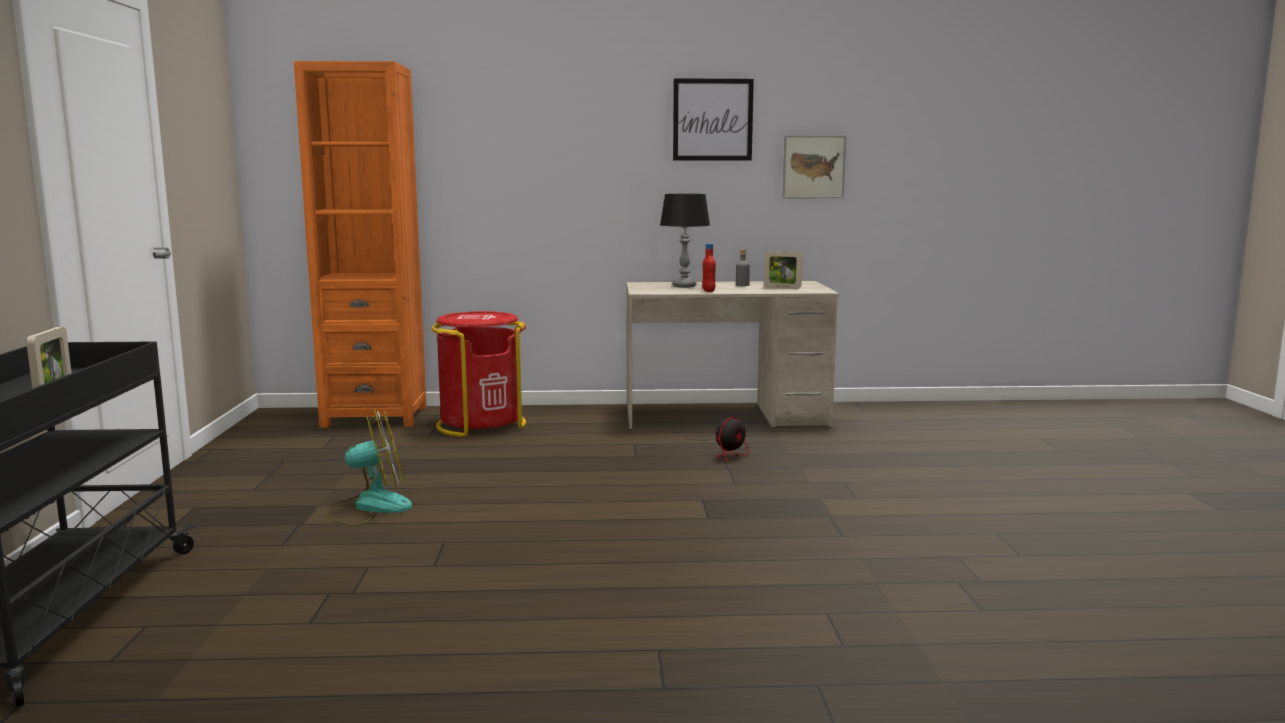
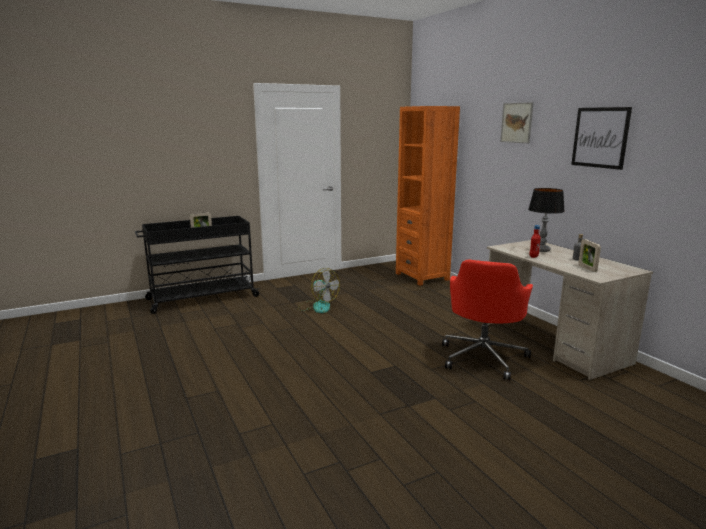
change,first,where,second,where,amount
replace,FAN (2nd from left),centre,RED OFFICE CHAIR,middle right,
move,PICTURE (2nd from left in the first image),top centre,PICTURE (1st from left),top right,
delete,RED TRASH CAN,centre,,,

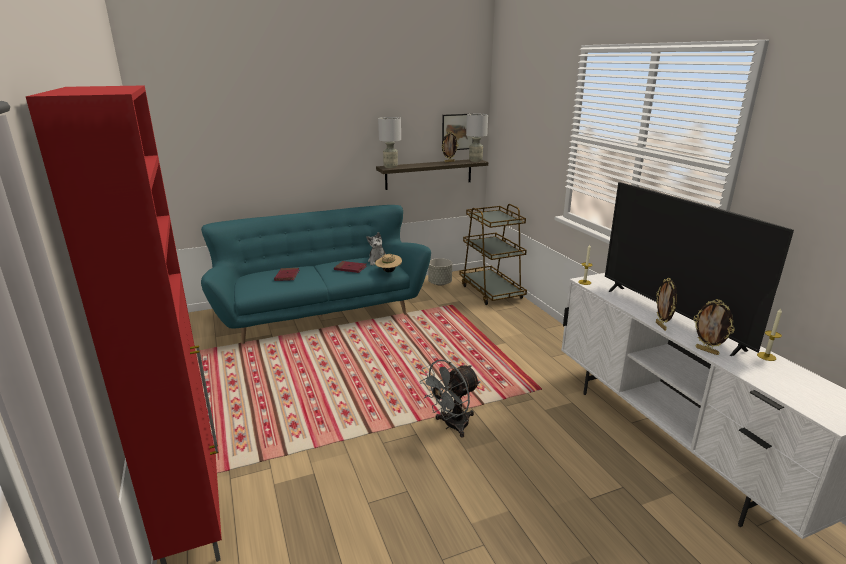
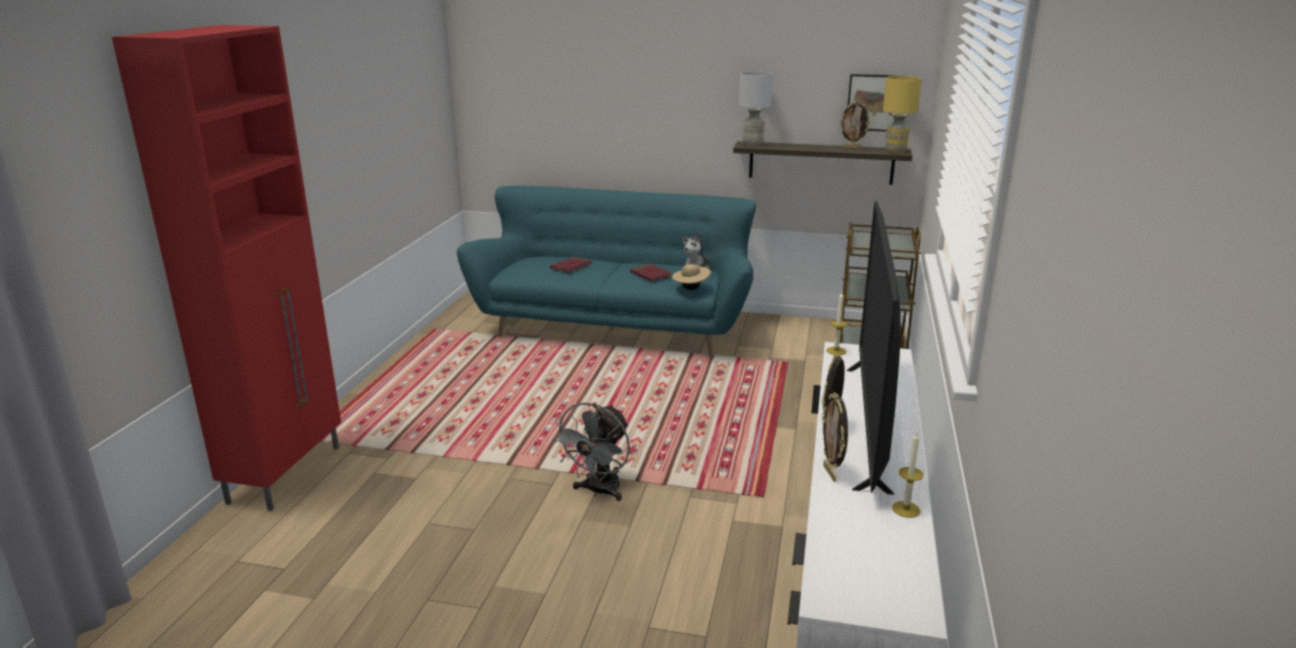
change,first,where,second,where,amount
rotate,GREY FAN,bottom centre,,bottom centre,60 degrees counterclockwise
recolor,GREY TABLE LAMP (2nd from left),top centre,YELLOW TABLE LAMP,top right,
delete,GREY PLANTER,centre,,,

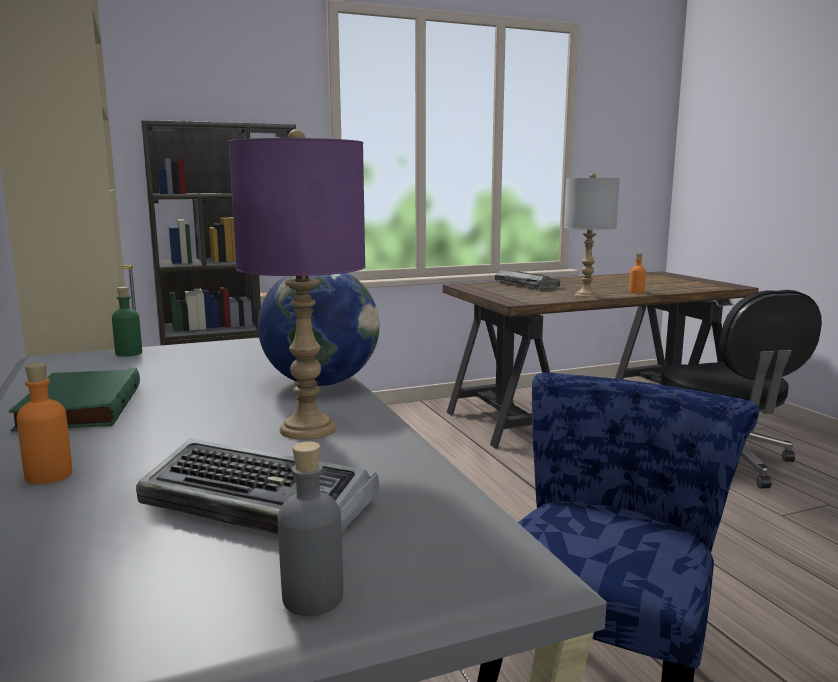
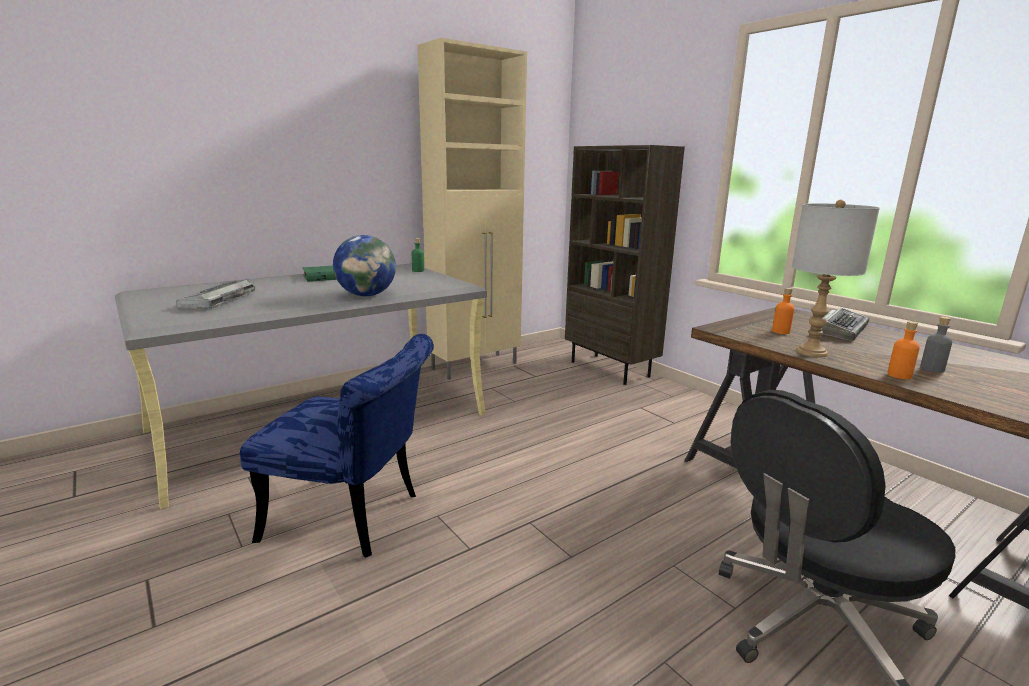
change,first,where,second,where,amount
move,ORANGE BOTTLE (1st from left),middle left,,middle right,
move,GREY BOTTLE,bottom centre,,middle right,
delete,PURPLE TABLE LAMP,centre,,,

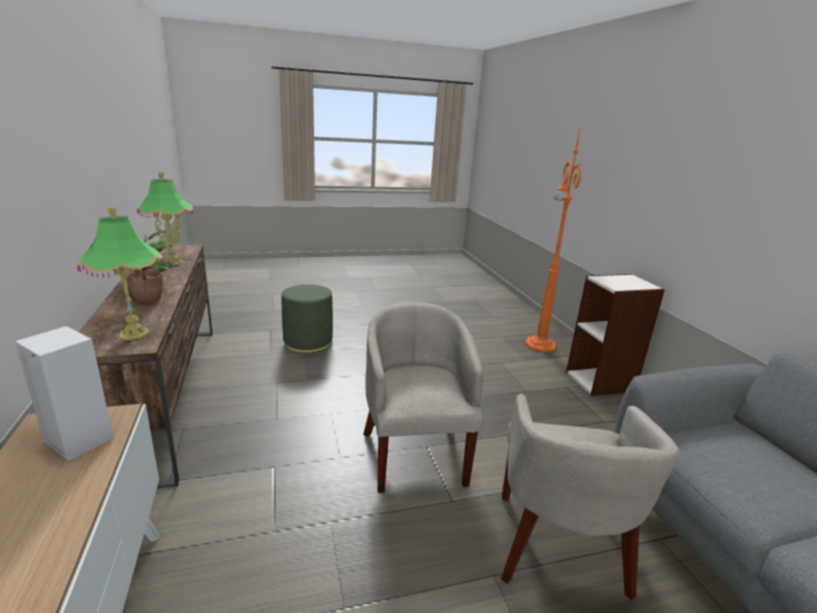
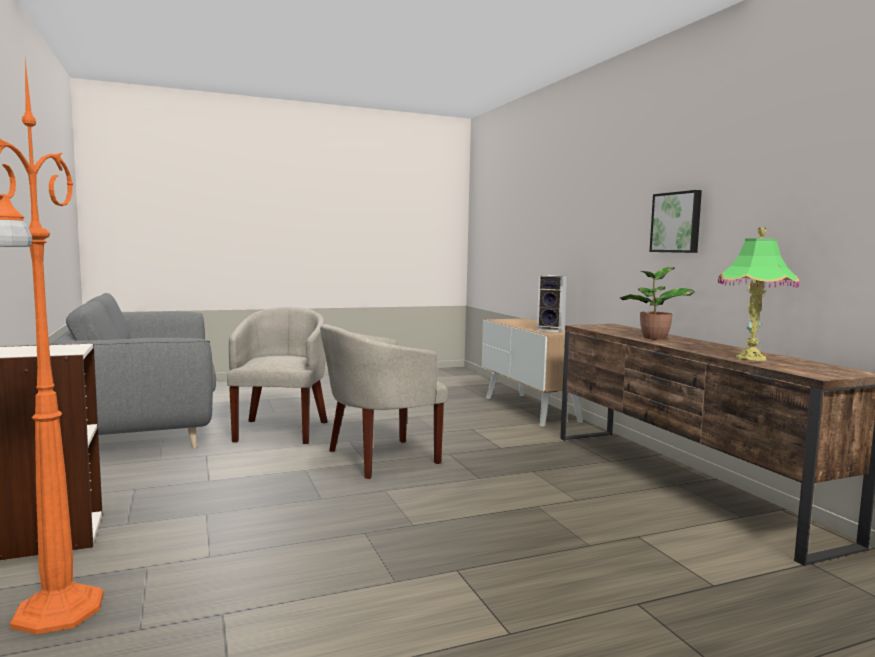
change,first,where,second,where,amount
rotate,BEIGE ARMCHAIR (1st from left in the first image),centre,BEIGE ARMCHAIR (2nd from left),centre,75 degrees clockwise
insert,,,PICTURE,middle right,
delete,TABLE LAMP (1st from left),middle left,,,
delete,GREEN OTTOMAN,centre,,,

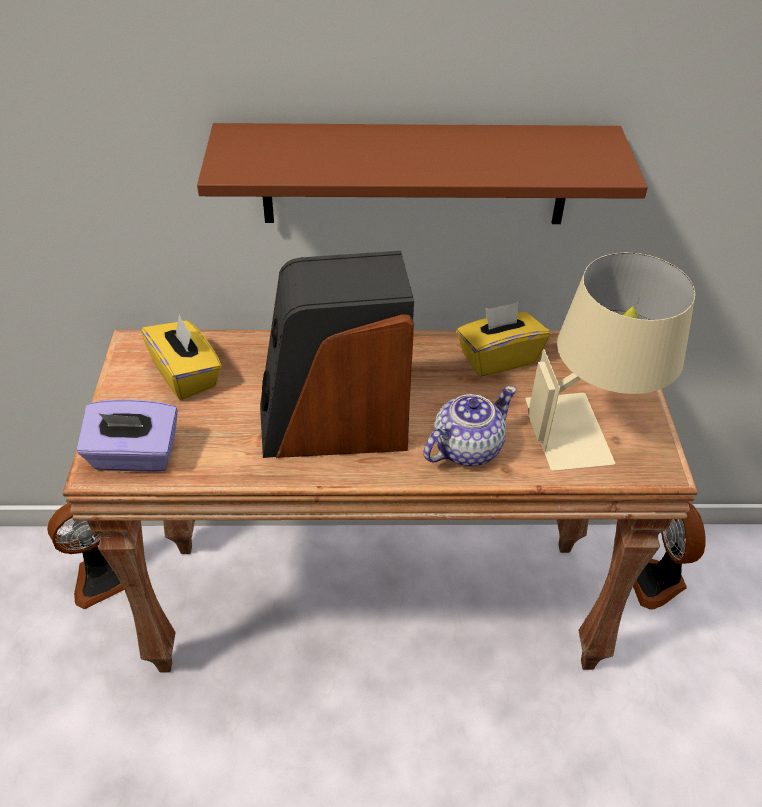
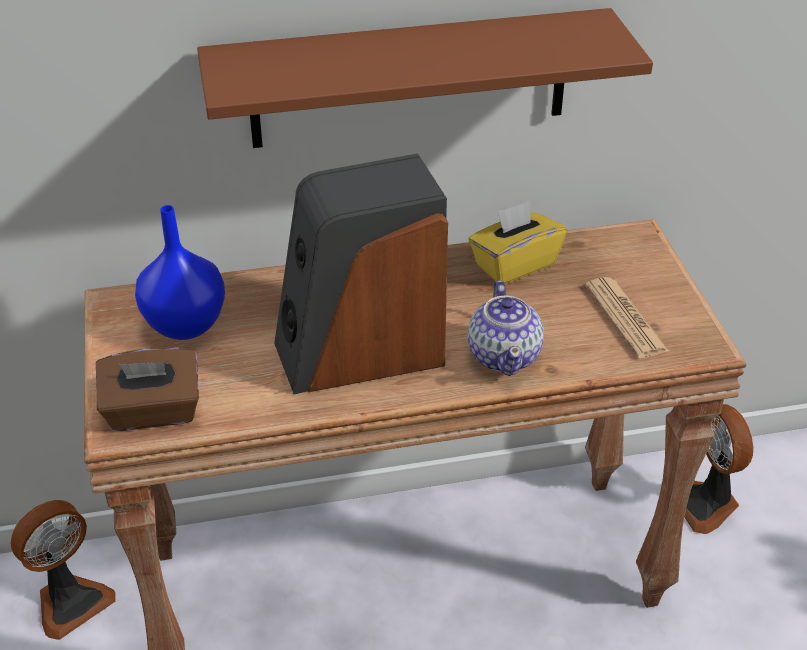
change,first,where,second,where,amount
recolor,PURPLE TISSUE BOX,middle left,BROWN TISSUE BOX,middle left,
replace,YELLOW TISSUE BOX (1st from left),middle left,BLUE VASE,middle left,
rotate,TEAPOT,centre,,centre,135 degrees clockwise
replace,BEIGE TABLE LAMP,middle right,NEWSPAPER,middle right,

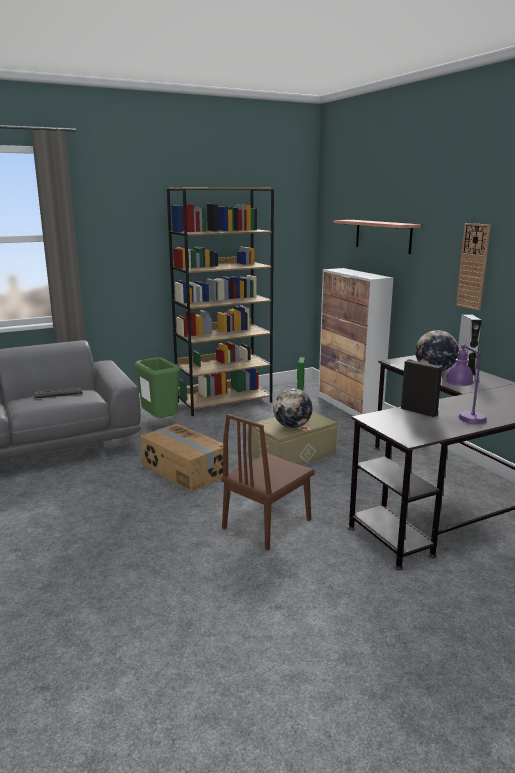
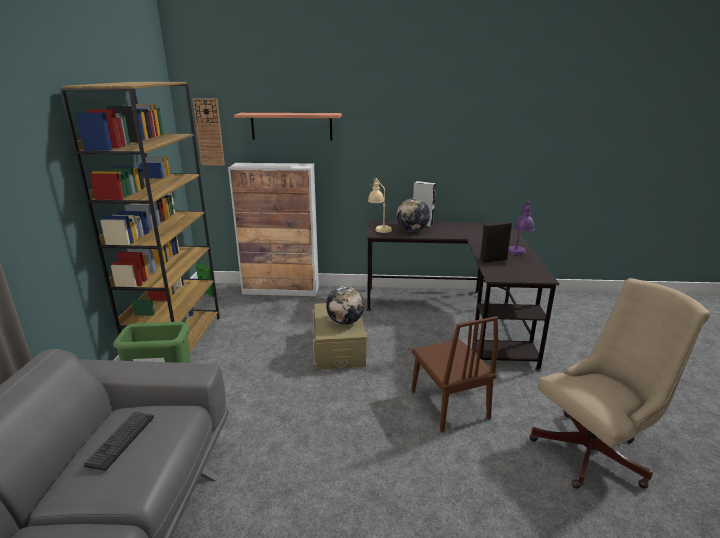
change,first,where,second,where,amount
move,WALL CLOCK,middle right,,top left,
insert,,,BEIGE TABLE LAMP,centre,
insert,,,BEIGE OFFICE CHAIR,bottom right,
delete,CARDBOARD BOX,centre,,,

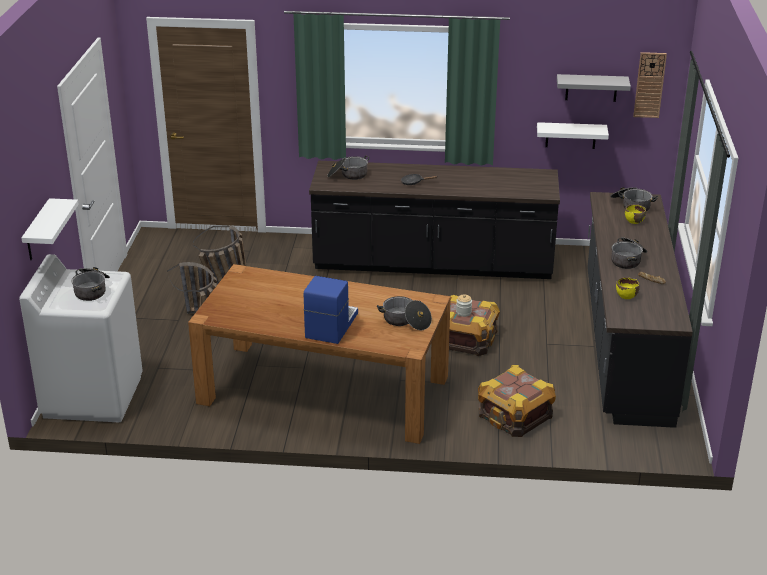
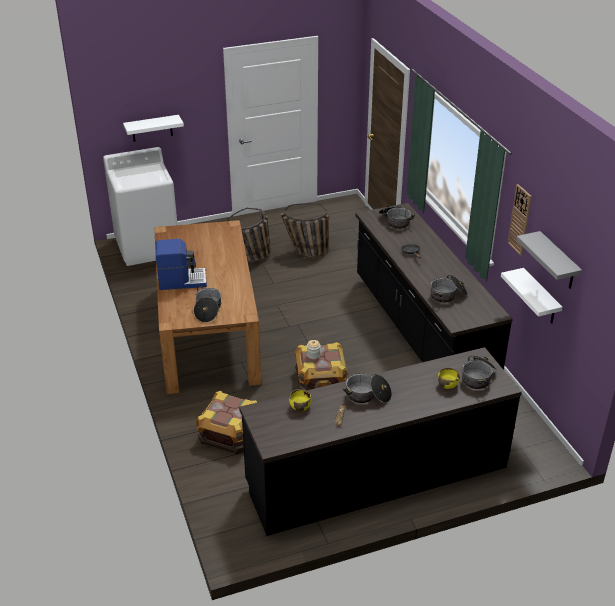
change,first,where,second,where,amount
move,COOKING POT (1st from left in the first image),middle left,COOKING POT (4th from left),middle right,
move,WALL CLOCK,top right,,middle right,

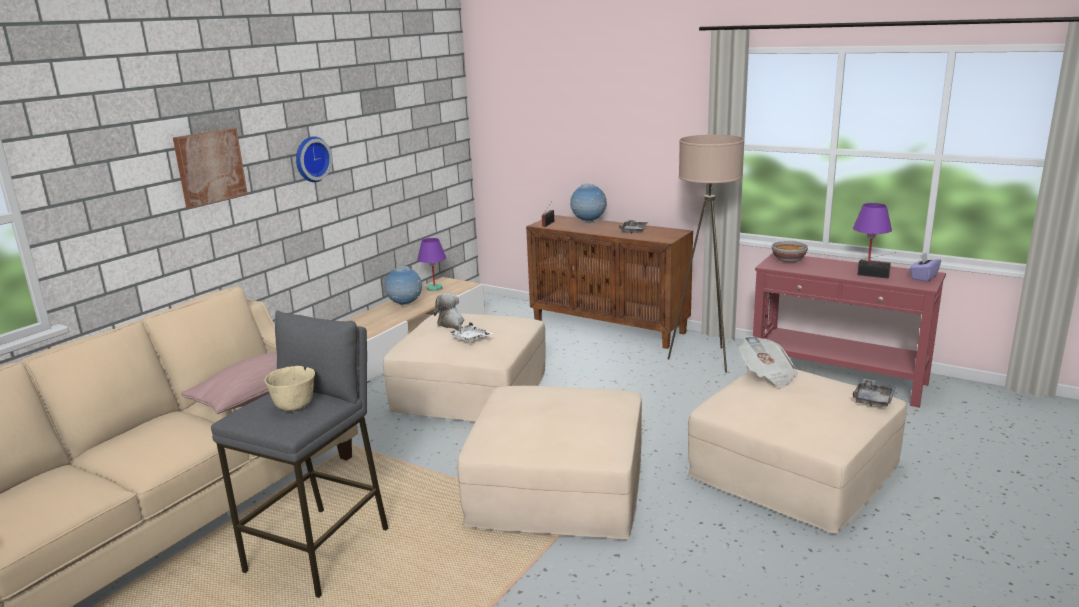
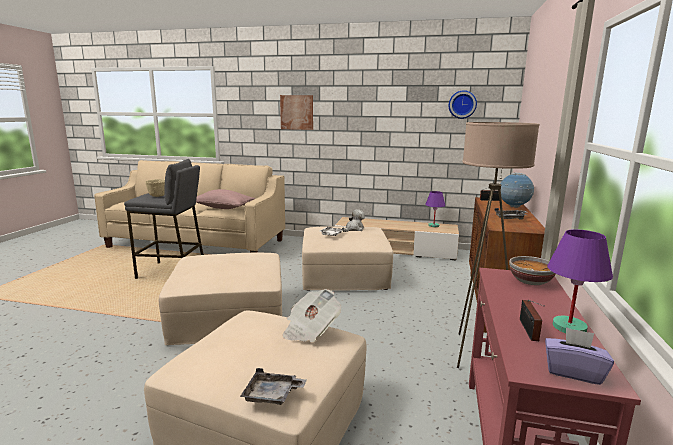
change,first,where,second,where,amount
move,WALL CLOCK,top left,,top right,
delete,GLOBE (1st from left),centre,,,

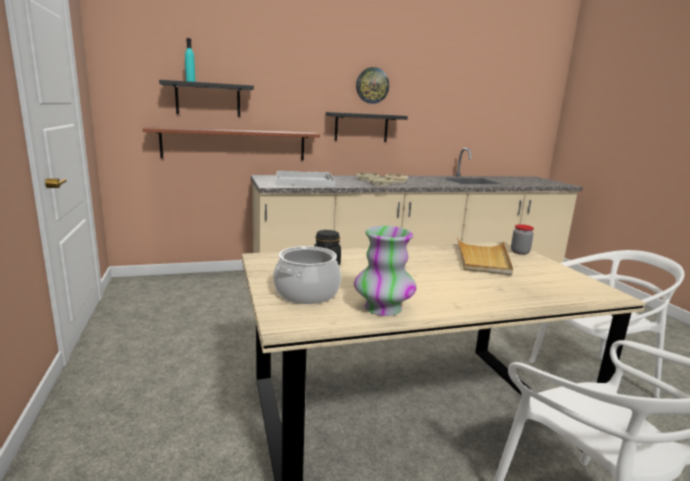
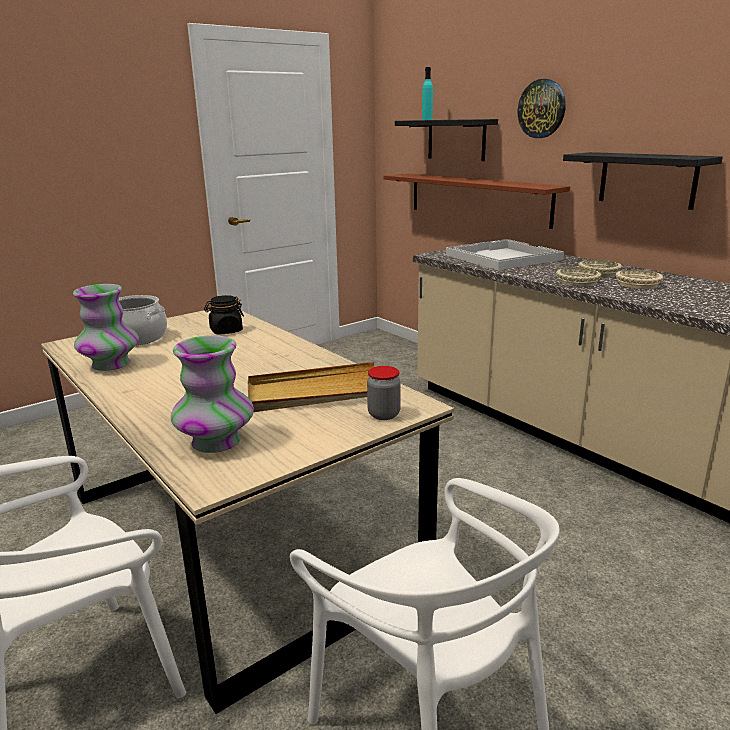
change,first,where,second,where,amount
insert,,,VASE (2nd from left),middle left,
move,WALL CLOCK,top centre,,top right,

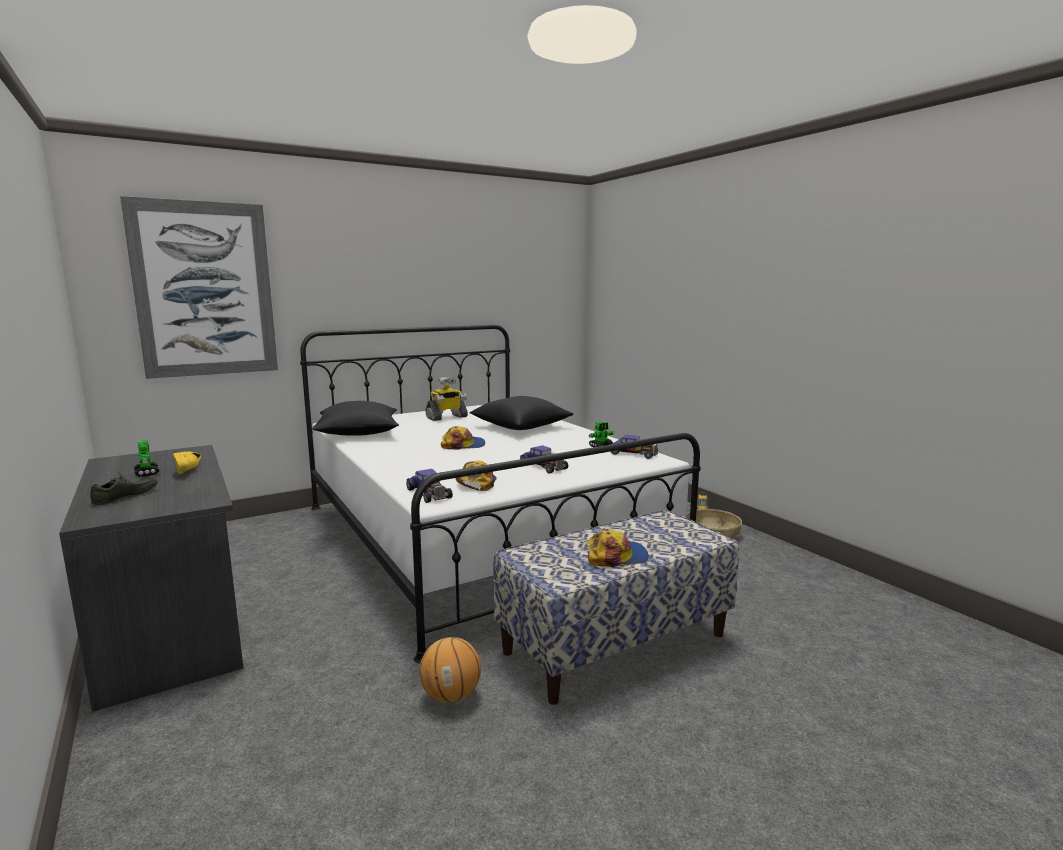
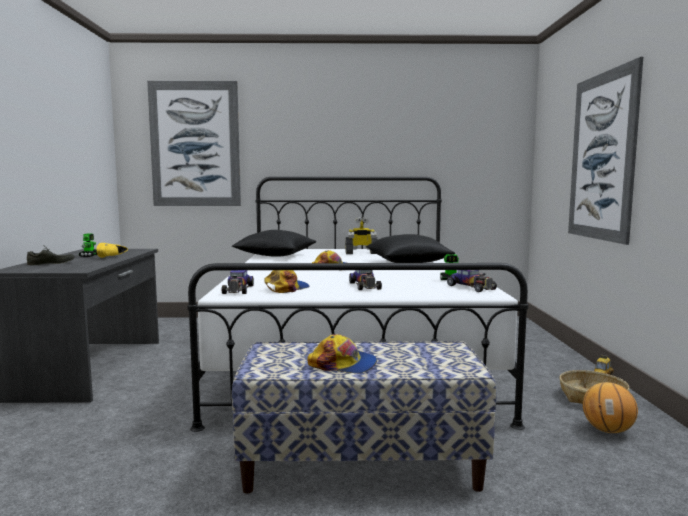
change,first,where,second,where,amount
insert,,,PICTURE (2nd from left),top right,
move,BASKETBALL,bottom centre,,bottom right,

